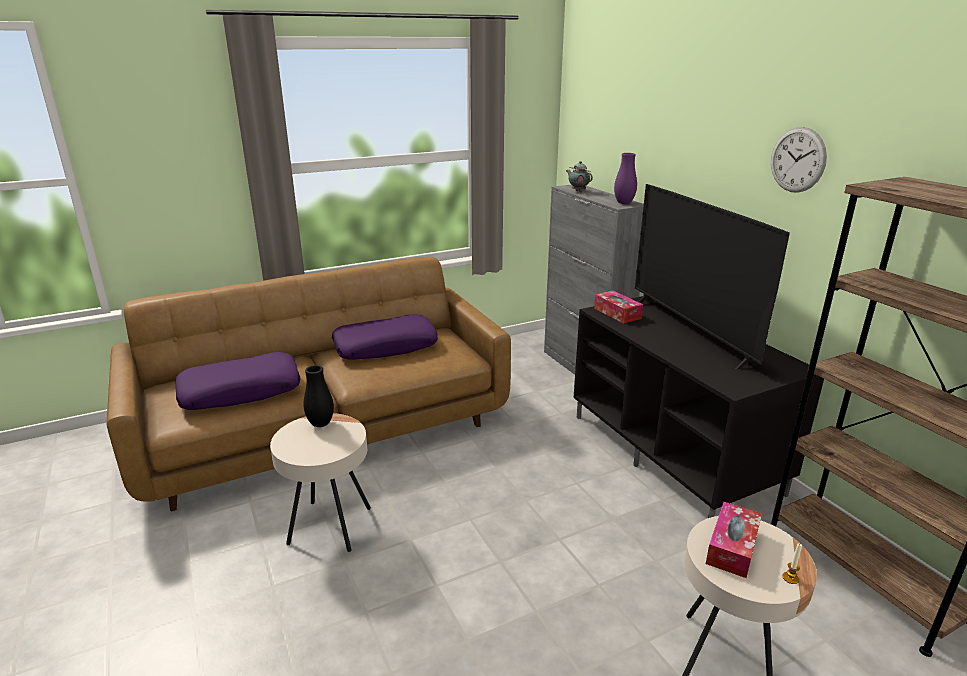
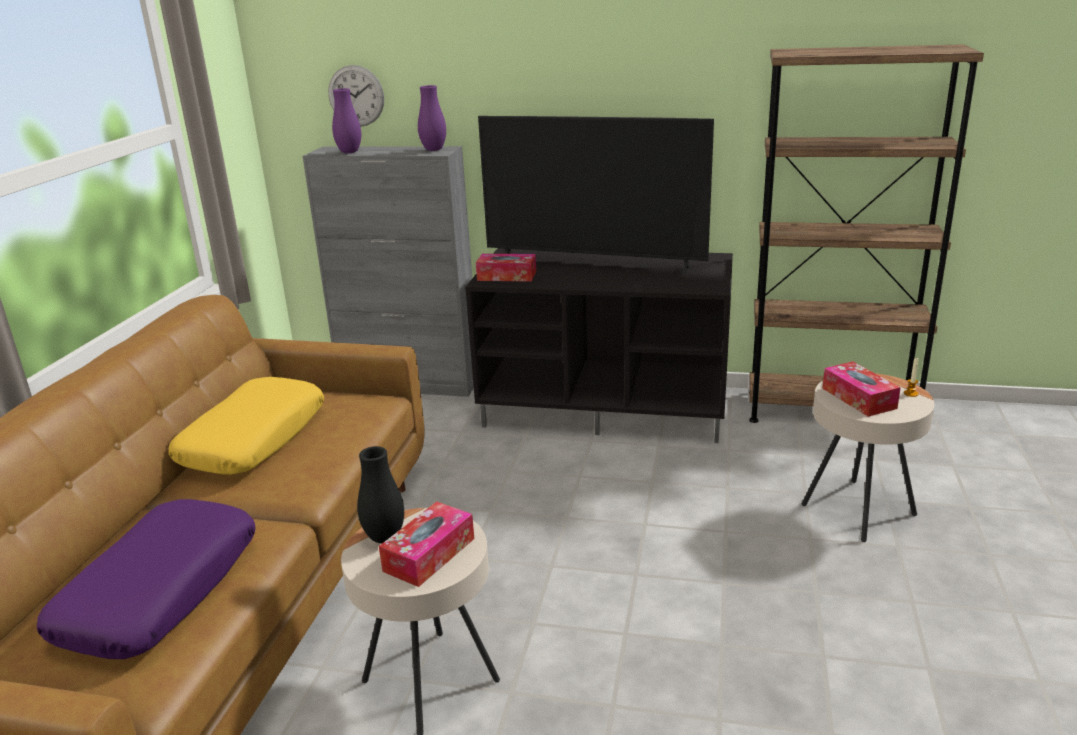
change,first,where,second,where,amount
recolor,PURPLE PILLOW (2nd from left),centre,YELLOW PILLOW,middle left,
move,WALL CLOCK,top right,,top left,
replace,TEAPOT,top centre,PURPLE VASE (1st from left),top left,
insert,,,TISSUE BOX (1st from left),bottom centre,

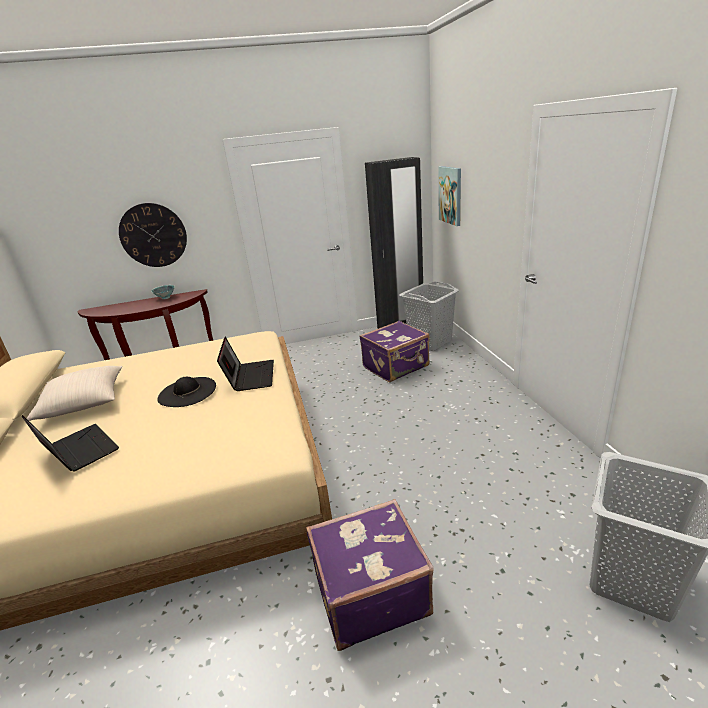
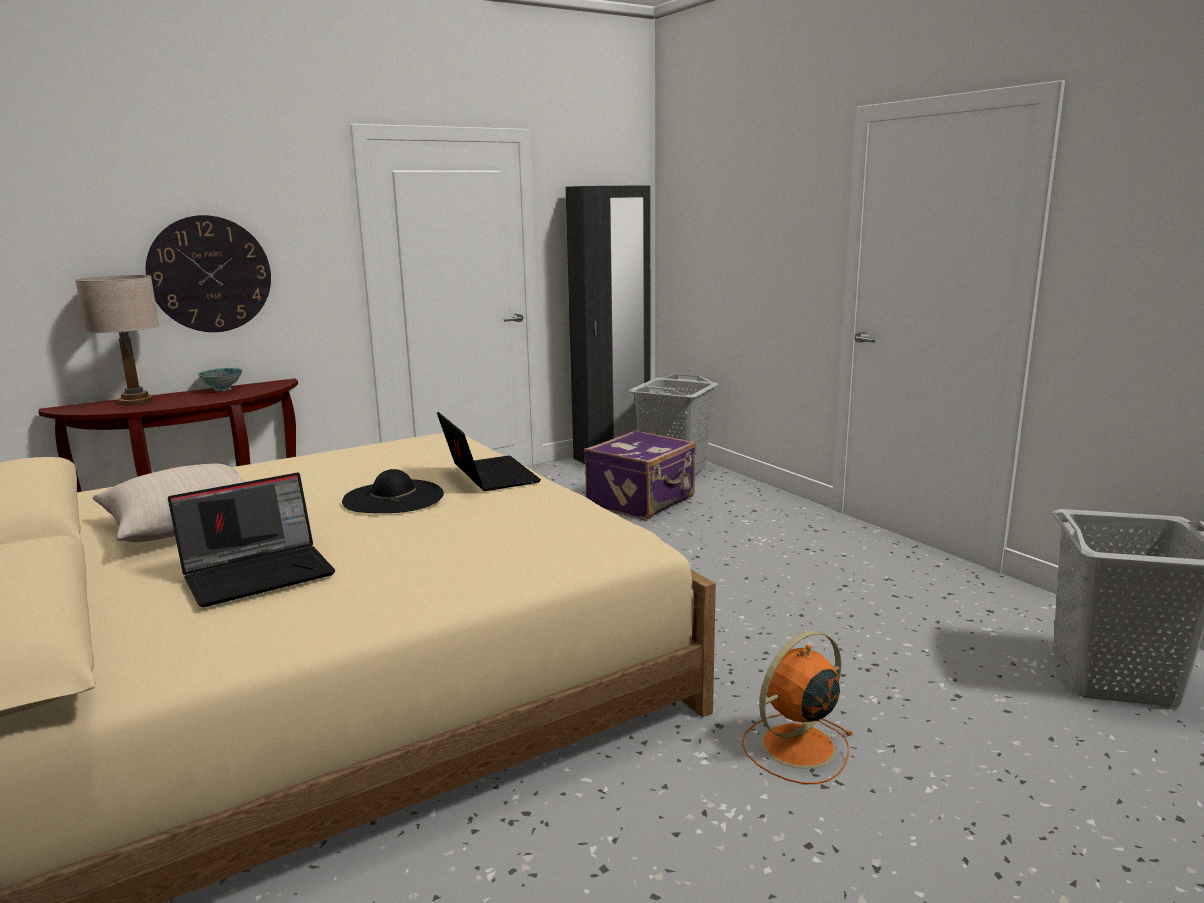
change,first,where,second,where,amount
insert,,,BEIGE TABLE LAMP,middle left,
rotate,LAPTOP (1st from left),middle left,,middle left,120 degrees clockwise
replace,PURPLE SUITCASE (1st from left),bottom centre,ORANGE FAN,bottom centre,
delete,PICTURE,top centre,,,

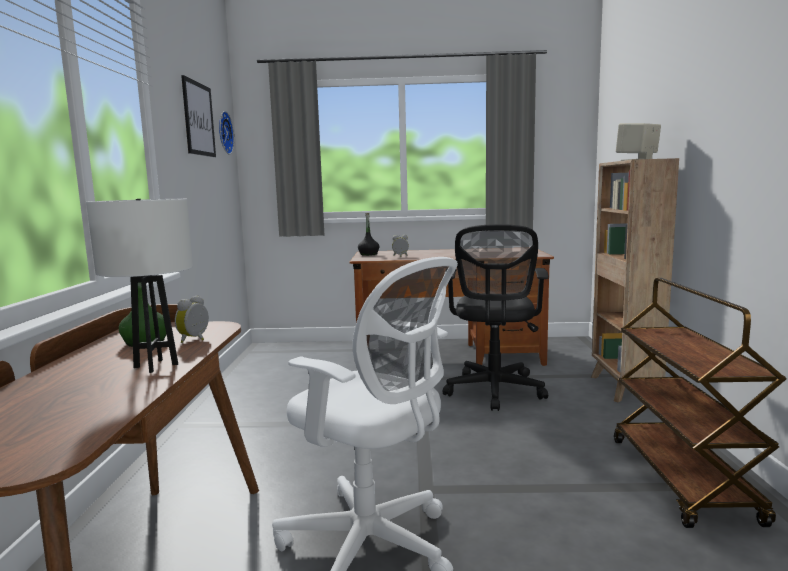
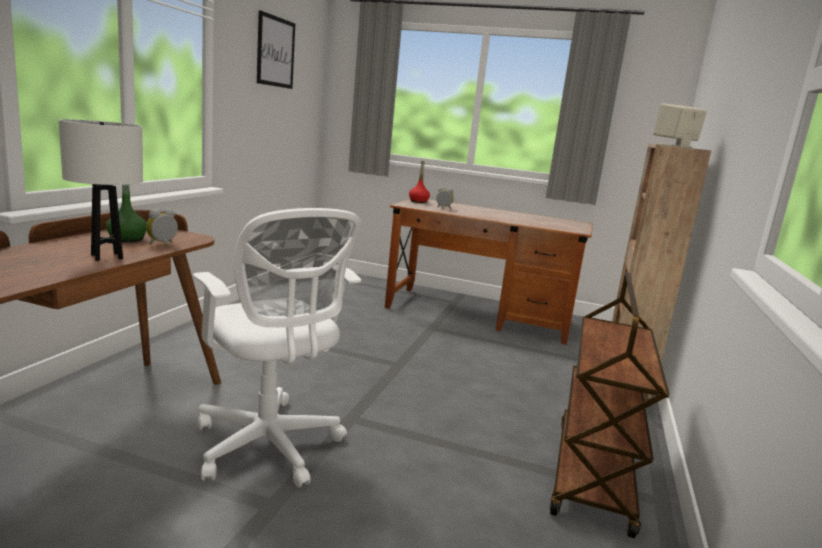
change,first,where,second,where,amount
recolor,BLACK BOTTLE,centre,RED BOTTLE,top centre,
delete,WALL CLOCK,top left,,,
delete,BLACK OFFICE CHAIR,centre,,,

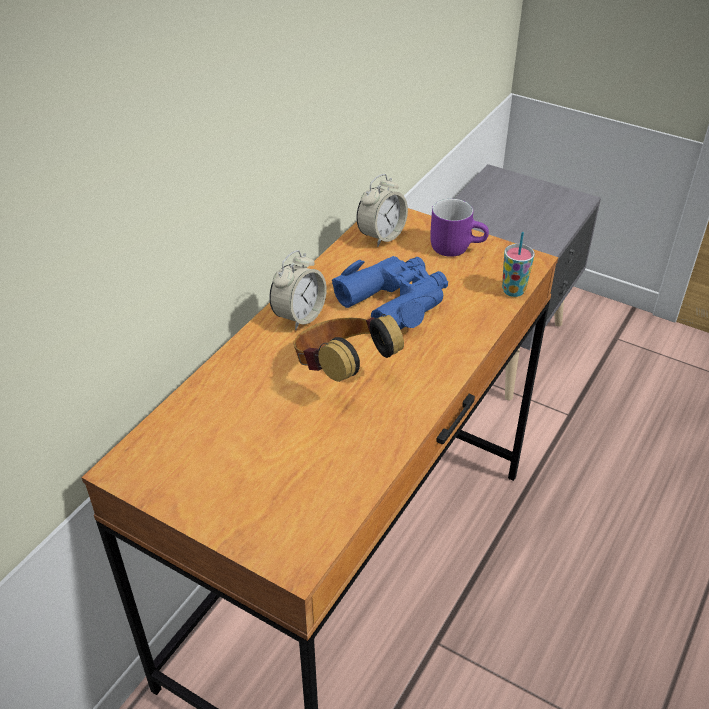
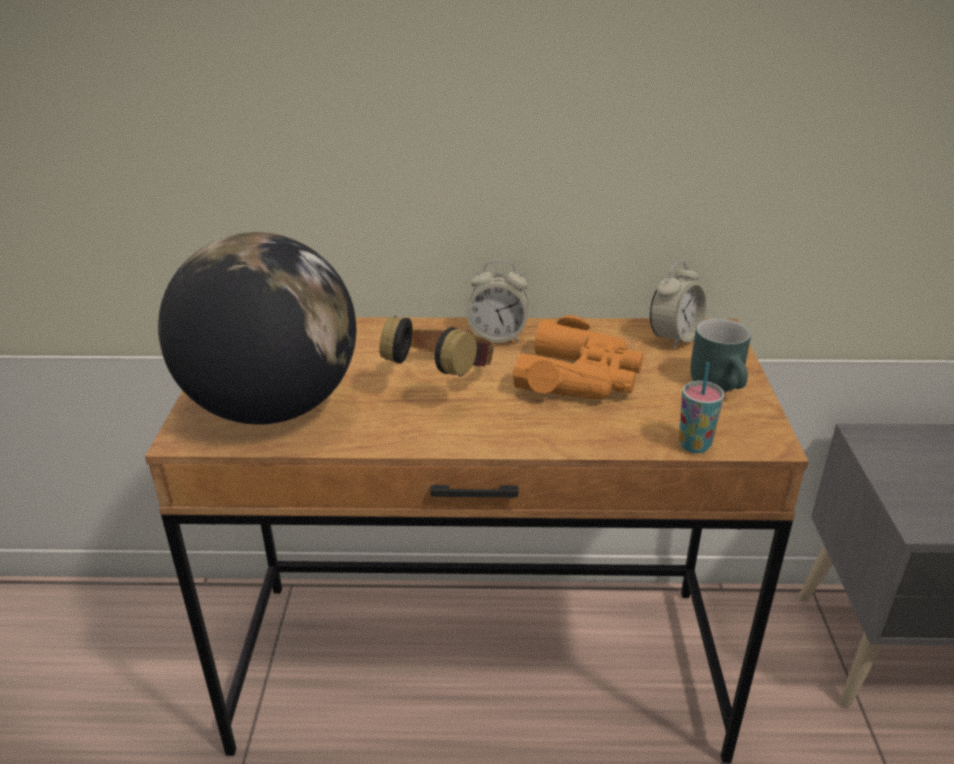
change,first,where,second,where,amount
insert,,,GLOBE,middle left,
recolor,BLUE BINOCULARS,centre,ORANGE BINOCULARS,centre,
rotate,ALARM CLOCK (2nd from left),top centre,,middle right,60 degrees counterclockwise
recolor,PURPLE MUG,top centre,TURQUOISE MUG,middle right,

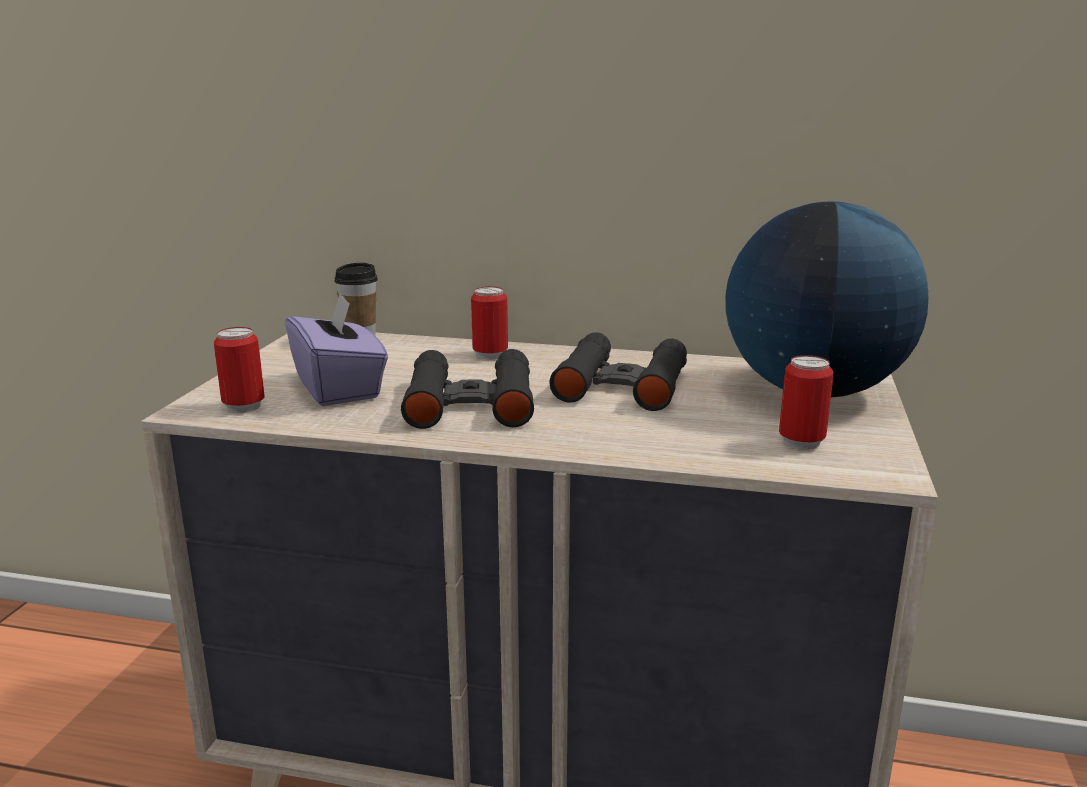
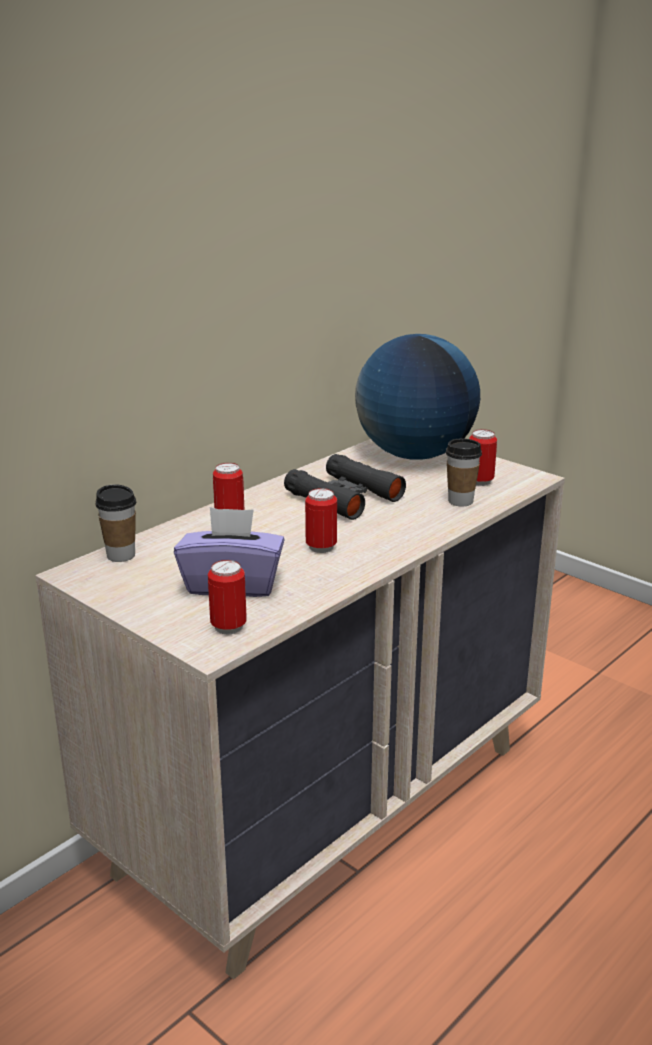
change,first,where,second,where,amount
replace,BLACK BINOCULARS (1st from left),centre,CAN (3rd from left),centre,
insert,,,CUP (2nd from left),middle right,

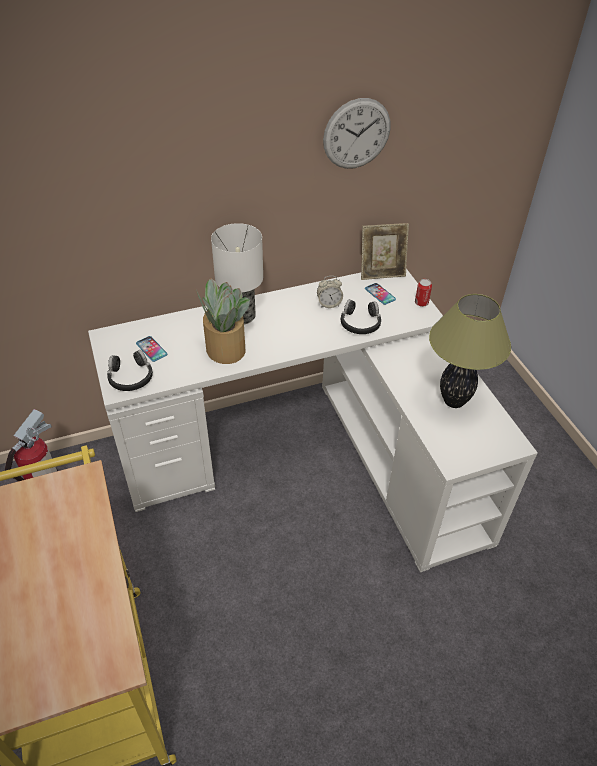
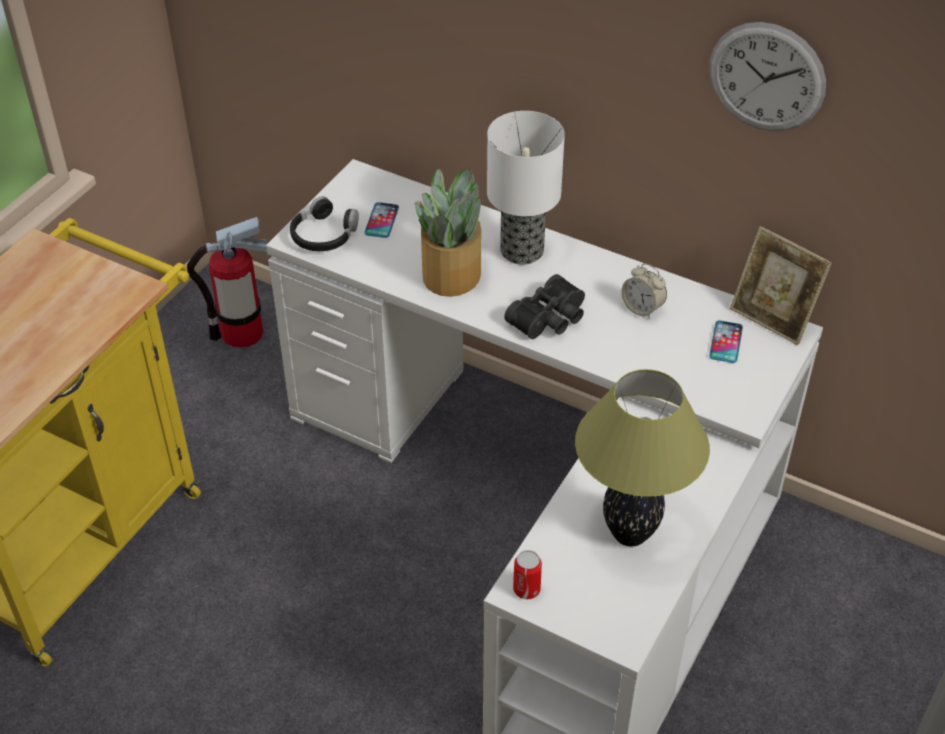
change,first,where,second,where,amount
insert,,,BLACK BINOCULARS,centre,
move,CAN,middle right,,bottom centre,
delete,BLACK HEADPHONES (2nd from left),centre,,,

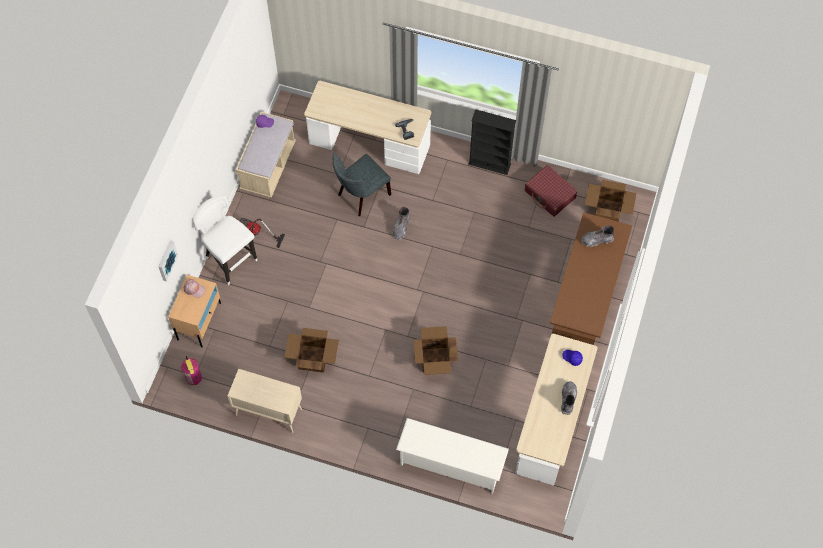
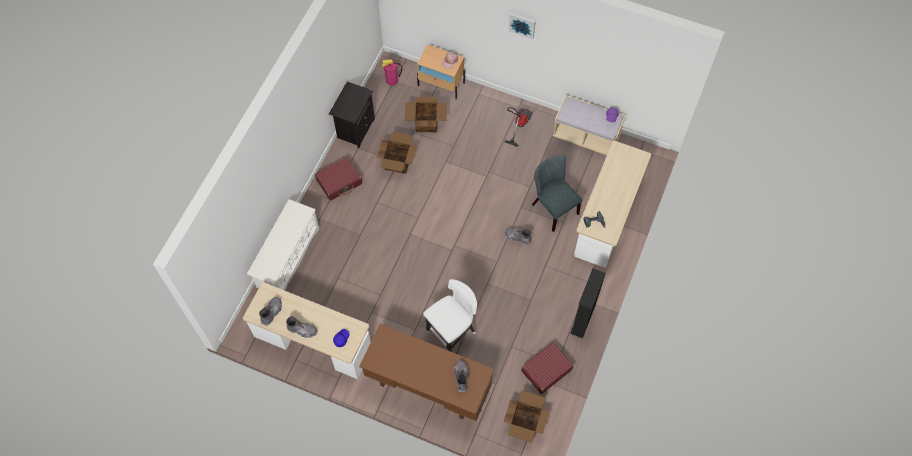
change,first,where,second,where,amount
insert,,,GREY BOOT (1st from left),bottom left,
insert,,,RED SUITCASE (1st from left),centre,
replace,BEIGE CABINET,bottom left,BLACK NIGHTSTAND,top centre,
move,CARDBOARD BOX (2nd from left),centre,,top centre,
move,WHITE STOOL,middle left,,bottom centre,
move,PICTURE,middle left,,top centre,

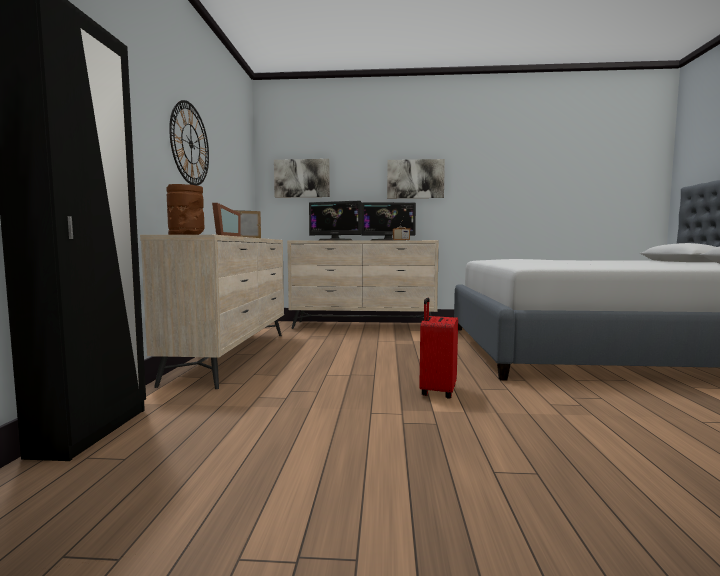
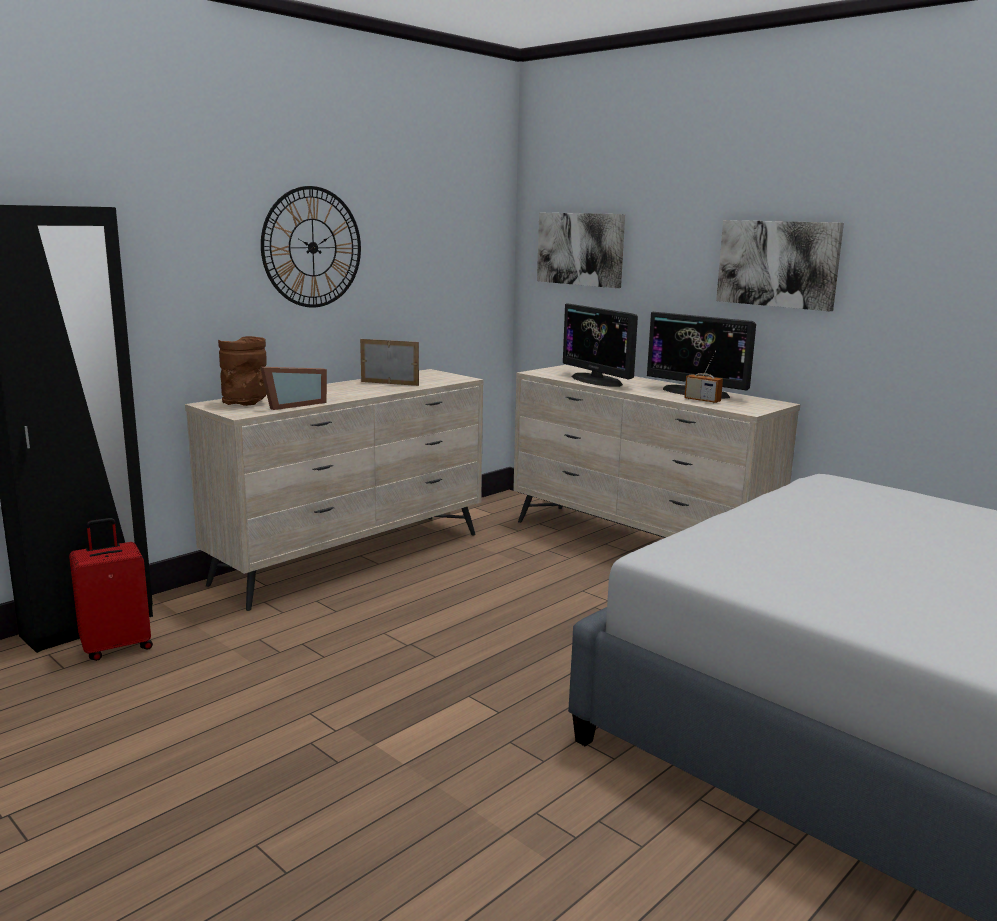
change,first,where,second,where,amount
move,RED SUITCASE,centre,,middle left,

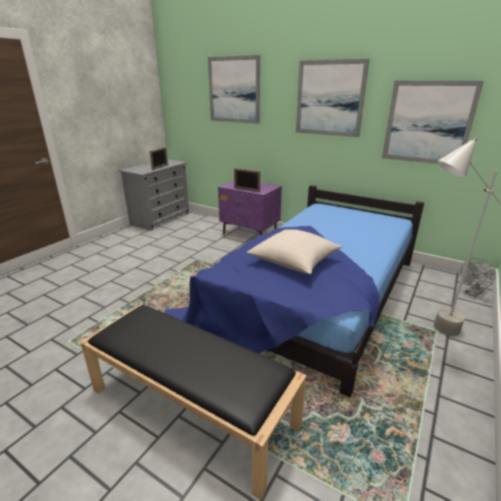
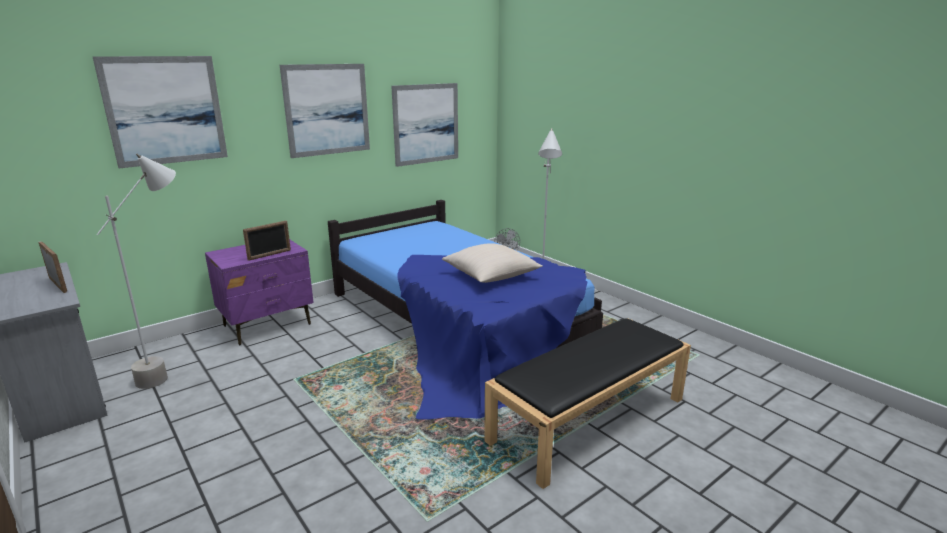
change,first,where,second,where,amount
insert,,,GREY FLOOR LAMP (1st from left),middle left,

